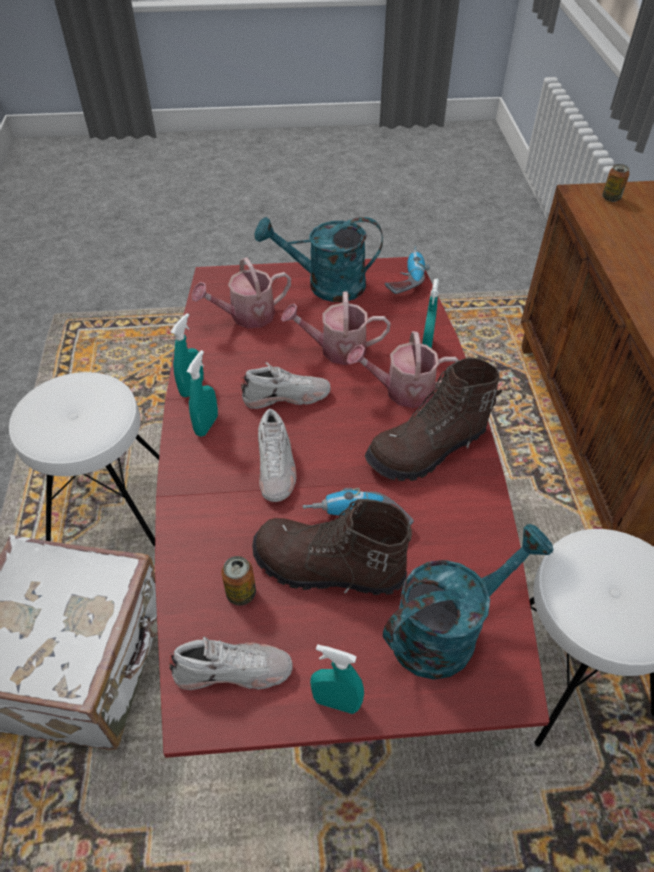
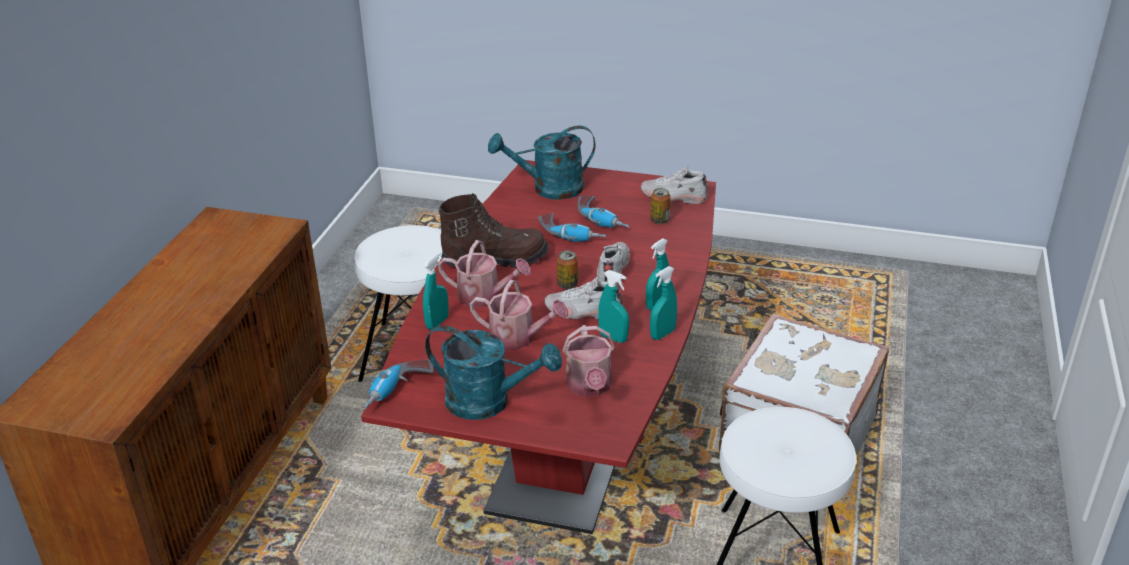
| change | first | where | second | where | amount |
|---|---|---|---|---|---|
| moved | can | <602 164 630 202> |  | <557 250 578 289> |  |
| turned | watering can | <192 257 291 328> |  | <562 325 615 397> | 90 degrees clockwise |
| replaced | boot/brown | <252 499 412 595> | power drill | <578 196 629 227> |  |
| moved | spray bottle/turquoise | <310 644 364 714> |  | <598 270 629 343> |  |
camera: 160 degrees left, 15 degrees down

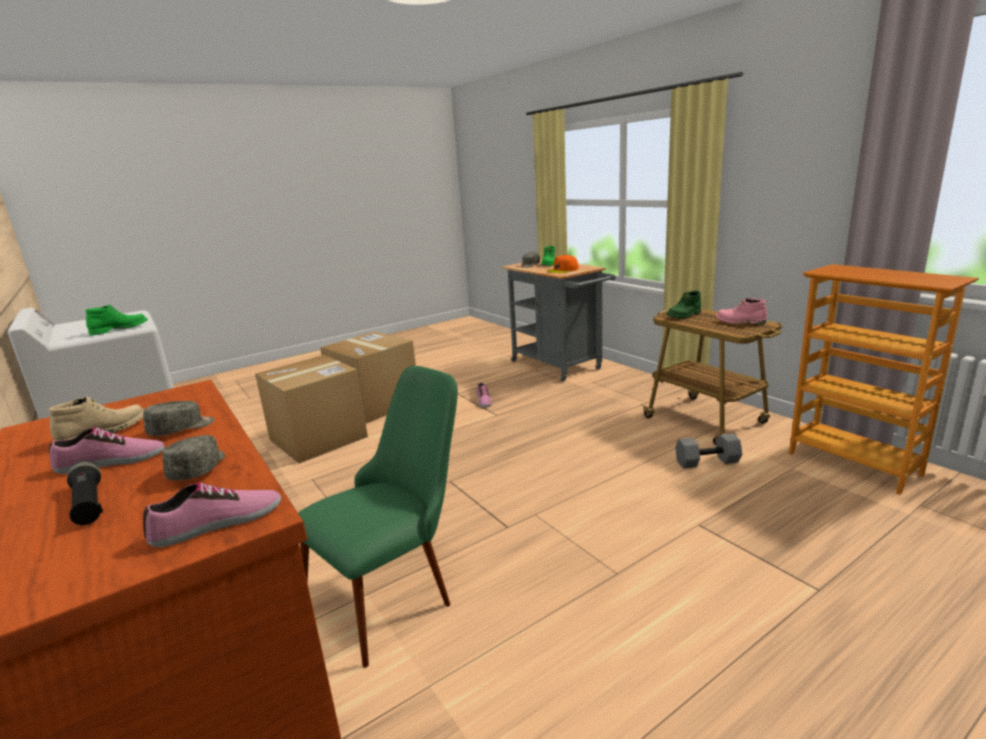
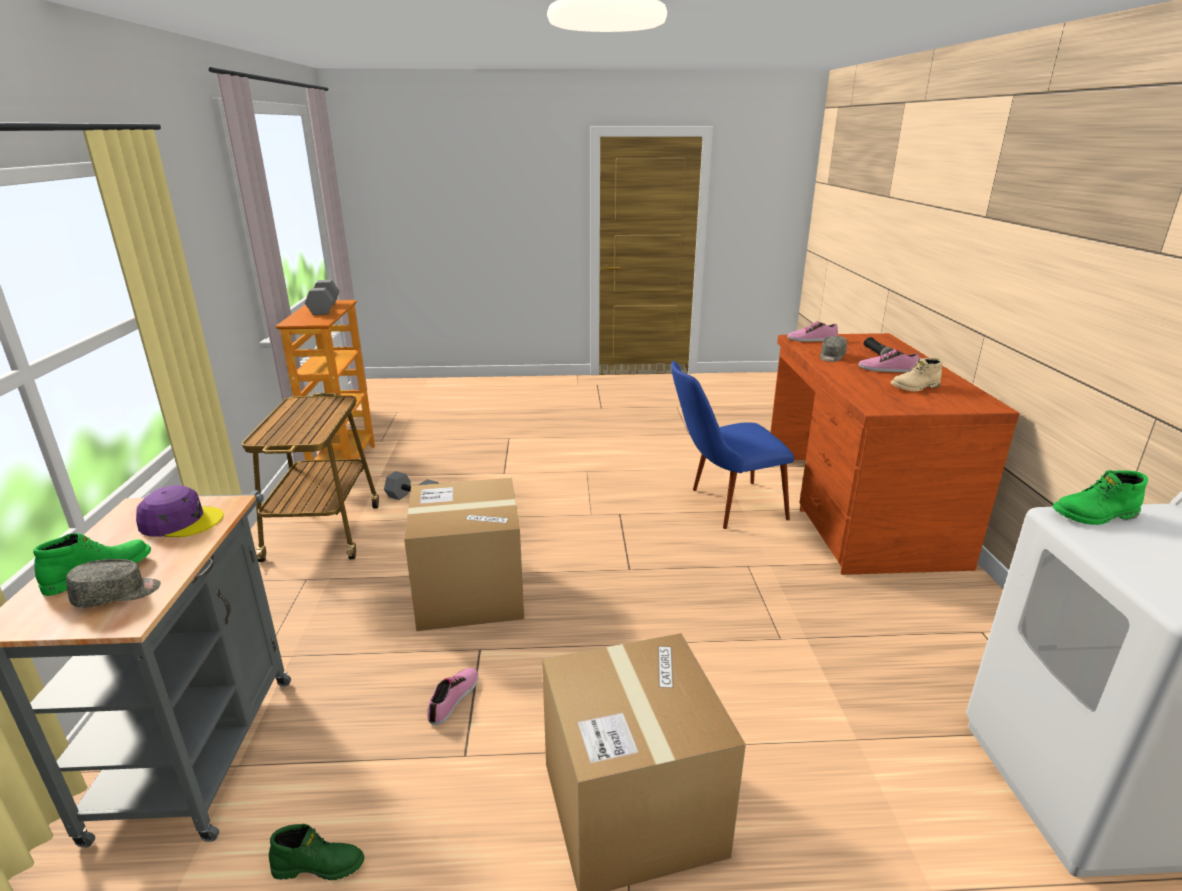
| change | first | where | second | where | amount |
|---|---|---|---|---|---|
| recoloured | cap/orange | <547 255 579 273> | cap/purple | <136 485 224 537> |  |
| moved | boot/green | <667 291 701 318> |  | <269 824 364 880> |  |
| added |  |  | dumbbell/grey | <305 280 339 315> |  |
| moved | cardboard box | <255 355 368 464> |  | <404 478 524 631> |  |
| recoloured | chair/green | <298 366 458 668> | chair/blue | <671 361 794 529> |  |
| removed | cap/grey | <143 401 215 436> |  |  |  |
| removed | boot/pink | <716 298 767 324> |  |  |  |
camera: 150 degrees left, 5 degrees up

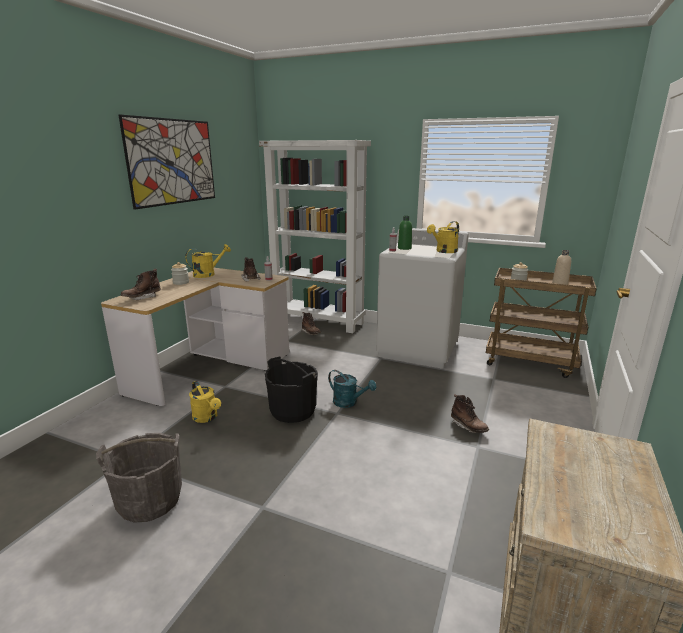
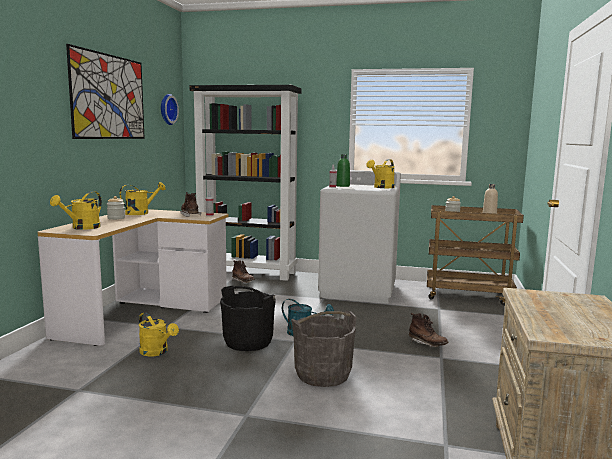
| change | first | where | second | where | amount |
|---|---|---|---|---|---|
| replaced | boot/brown | <120 269 161 300> | watering can/yellow | <50 191 102 230> |  |
| added |  |  | wall clock | <161 94 179 125> |  |
| recoloured | bookcase/white | <259 140 371 333> | bookcase/black | <189 85 302 281> |  |
| moved | bucket/grey | <96 433 182 522> |  | <291 311 357 387> |  |
camera: 10 degrees left, 10 degrees down

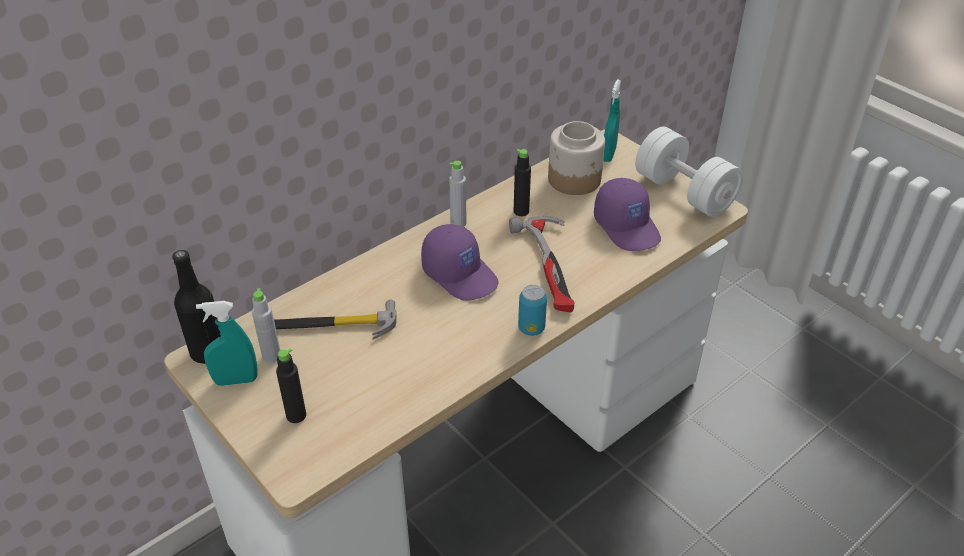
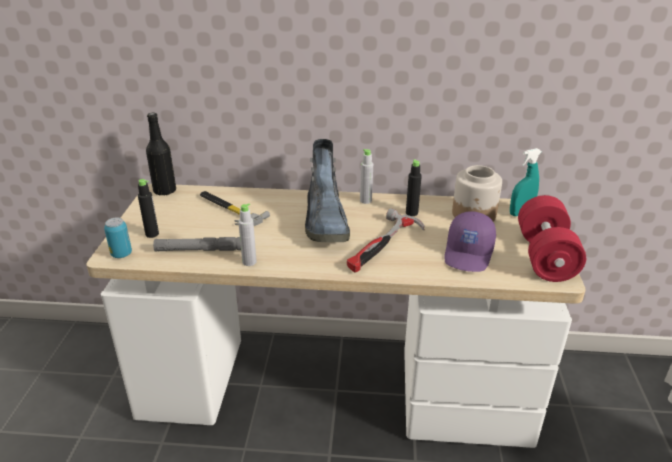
| change | first | where | second | where | amount |
|---|---|---|---|---|---|
| moved | can | <518 285 547 336> |  | <104 218 132 258> |  |
| added |  |  | flashlight/grey | <153 237 241 251> |  |
| moved | bottle/grey | <252 288 280 363> |  | <238 203 257 266> |  |
| replaced | cap/purple | <421 224 499 301> | boot | <305 139 350 242> |  |
| recoloured | dumbbell/white | <635 127 743 217> | dumbbell/red | <518 195 586 282> |  |
| removed | spray bottle/turquoise | <196 301 258 386> |  |  |  |
camera: 45 degrees right, 10 degrees down

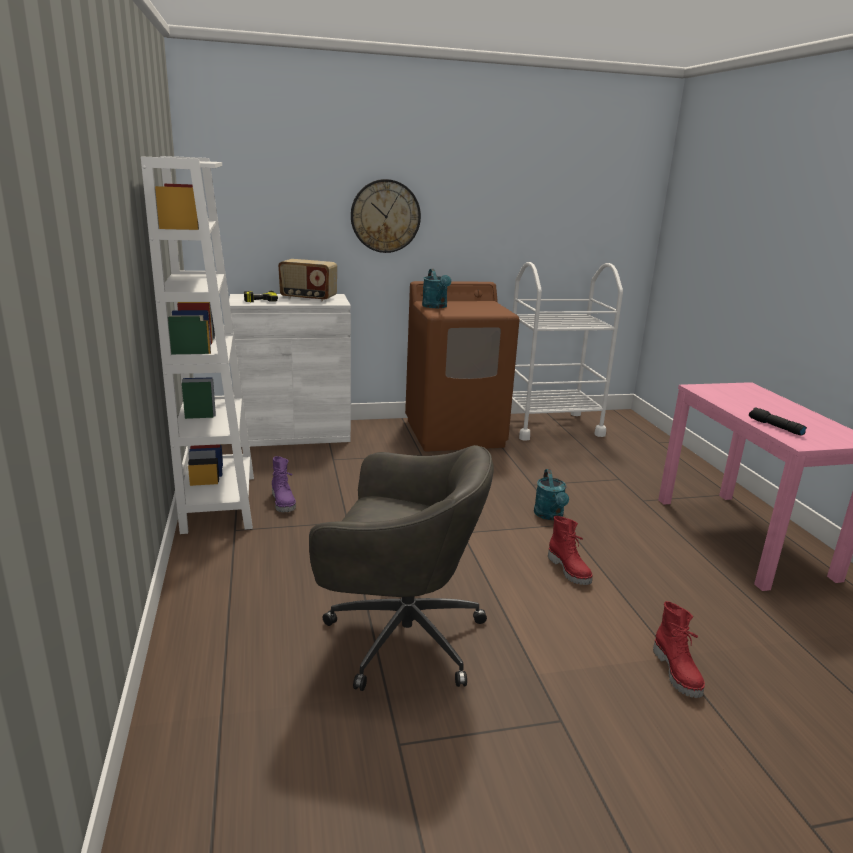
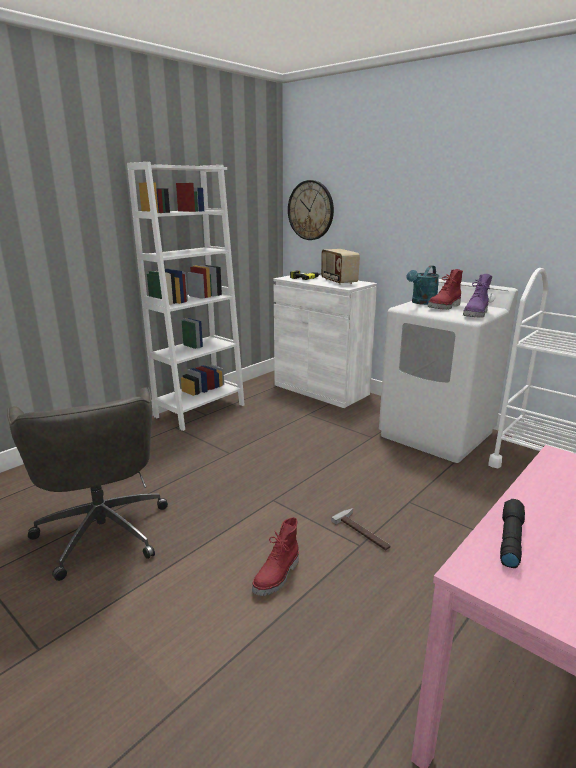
| change | first | where | second | where | amount |
|---|---|---|---|---|---|
| moved | wall clock | <351 179 421 253> |  | <288 180 334 240> |  |
| replaced | watering can/turquoise | <534 469 569 520> | hammer | <331 508 390 550> |  |
| recoloured | washing machine/brown | <405 281 520 452> | washing machine/white | <379 279 518 463> |  |
| moved | boot/red | <653 601 705 698> |  | <428 269 463 310> |  |
| moved | boot/purple | <272 456 296 512> |  | <463 274 492 318> |  |
camera: 55 degrees right, 0 degrees up

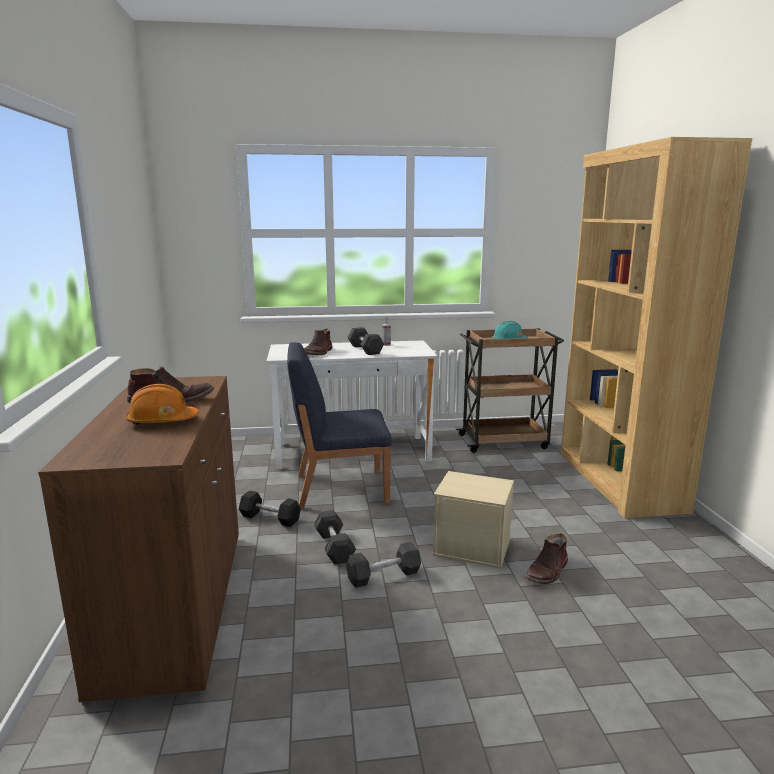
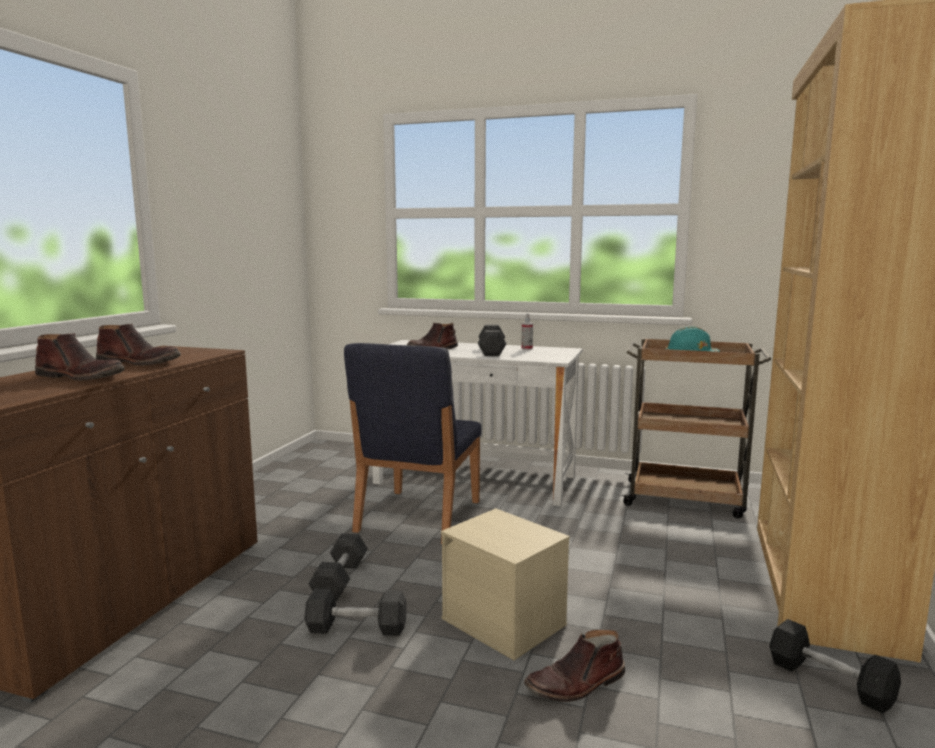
| change | first | where | second | where | amount |
|---|---|---|---|---|---|
| replaced | hard hat/orange | <125 384 199 425> | boot/brown | <35 333 124 381> |  |
| turned | chair/blue | <287 342 392 509> |  | <344 343 481 544> | 90 degrees counterclockwise |
| moved | dumbbell/black | <239 491 301 527> |  | <769 619 901 713> |  |
camera: 25 degrees right, 5 degrees down

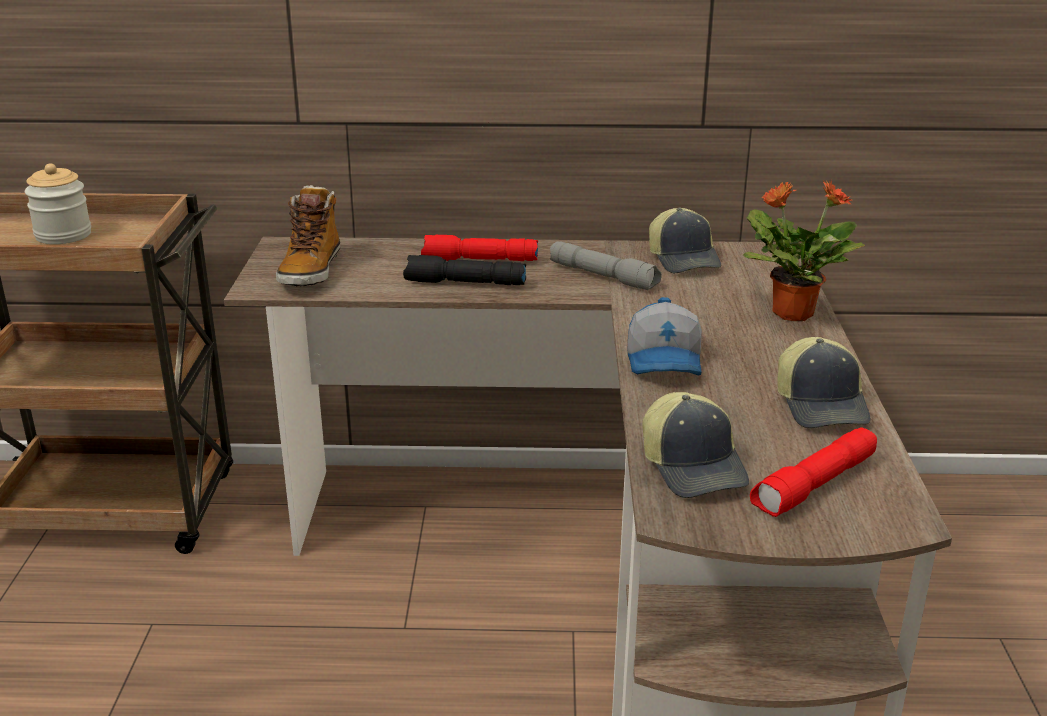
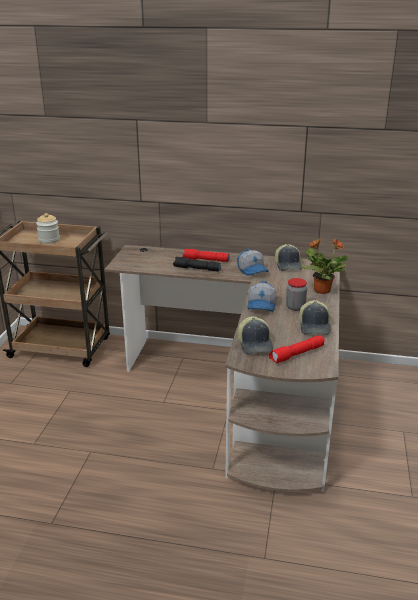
| change | first | where | second | where | amount |
|---|---|---|---|---|---|
| replaced | flashlight/grey | <550 241 662 290> | cap | <237 249 269 276> |  |
| added |  |  | jar | <286 278 307 311> |  |
| removed | boot | <276 185 340 287> |  |  |  |
camera: 10 degrees right, 0 degrees up

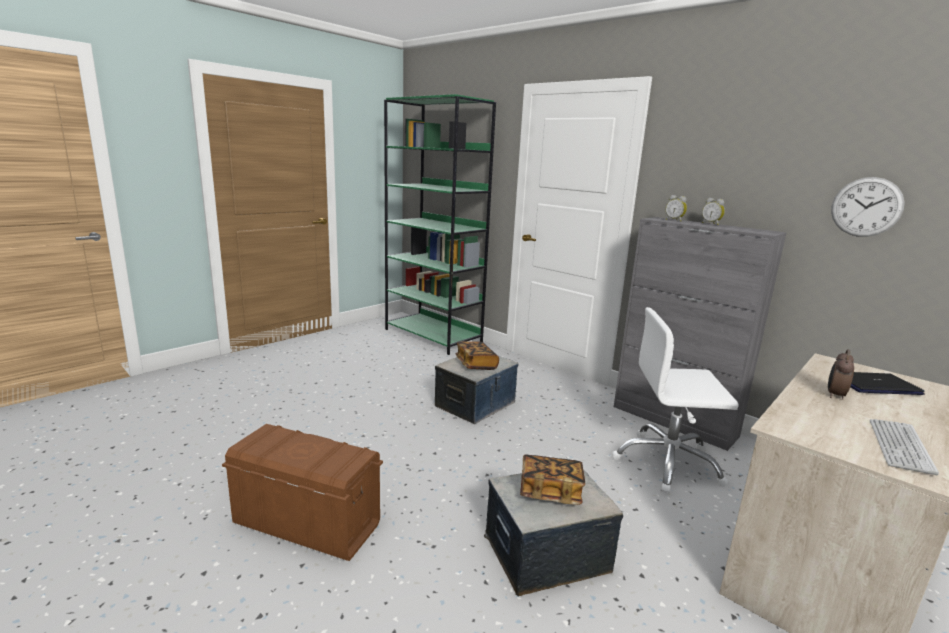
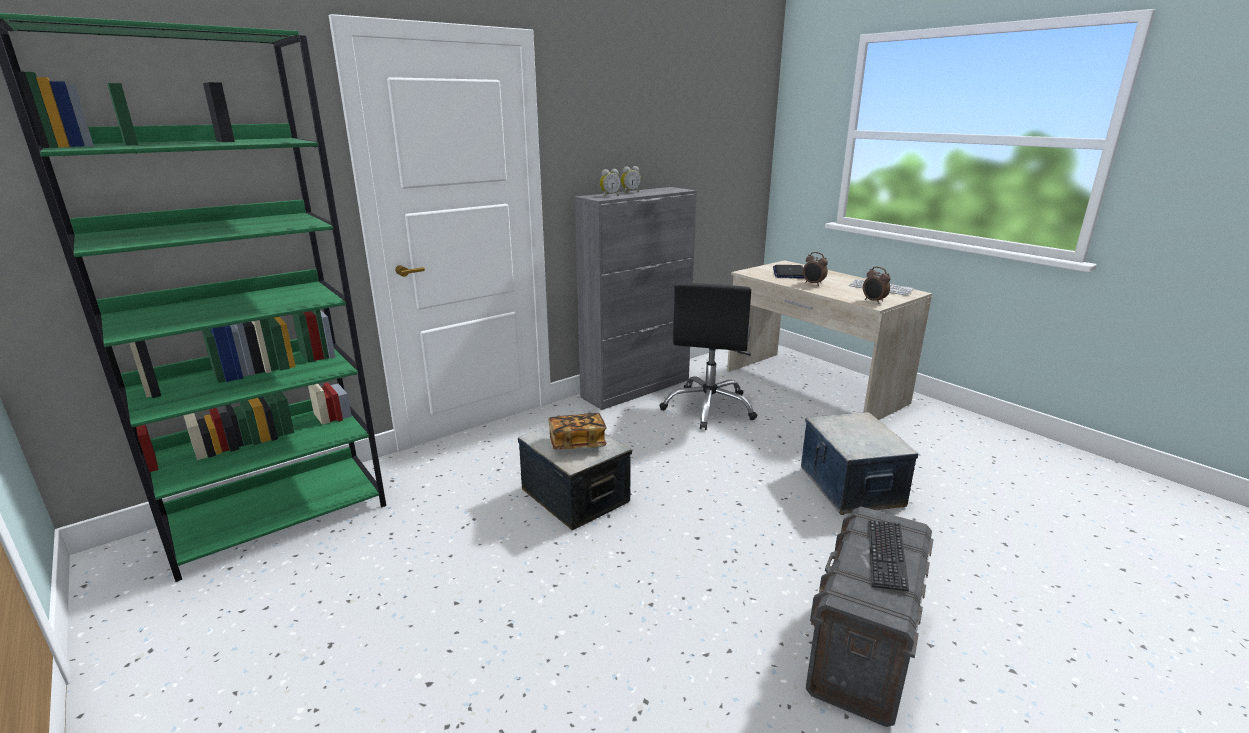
| change | first | where | second | where | amount |
|---|---|---|---|---|---|
| recoloured | office chair/white | <612 307 739 494> | office chair/black | <659 283 757 430> |  |
| recoloured | storage box/brown | <222 424 383 561> | storage box/grey | <806 506 934 727> |  |
| added |  |  | alarm clock | <863 267 891 304> |  |
| added |  |  | keyboard | <868 520 909 591> |  |
| removed | book | <520 455 585 505> |  |  |  |
| removed | wall clock | <831 177 905 237> |  |  |  |
camera: 80 degrees left, 5 degrees up

